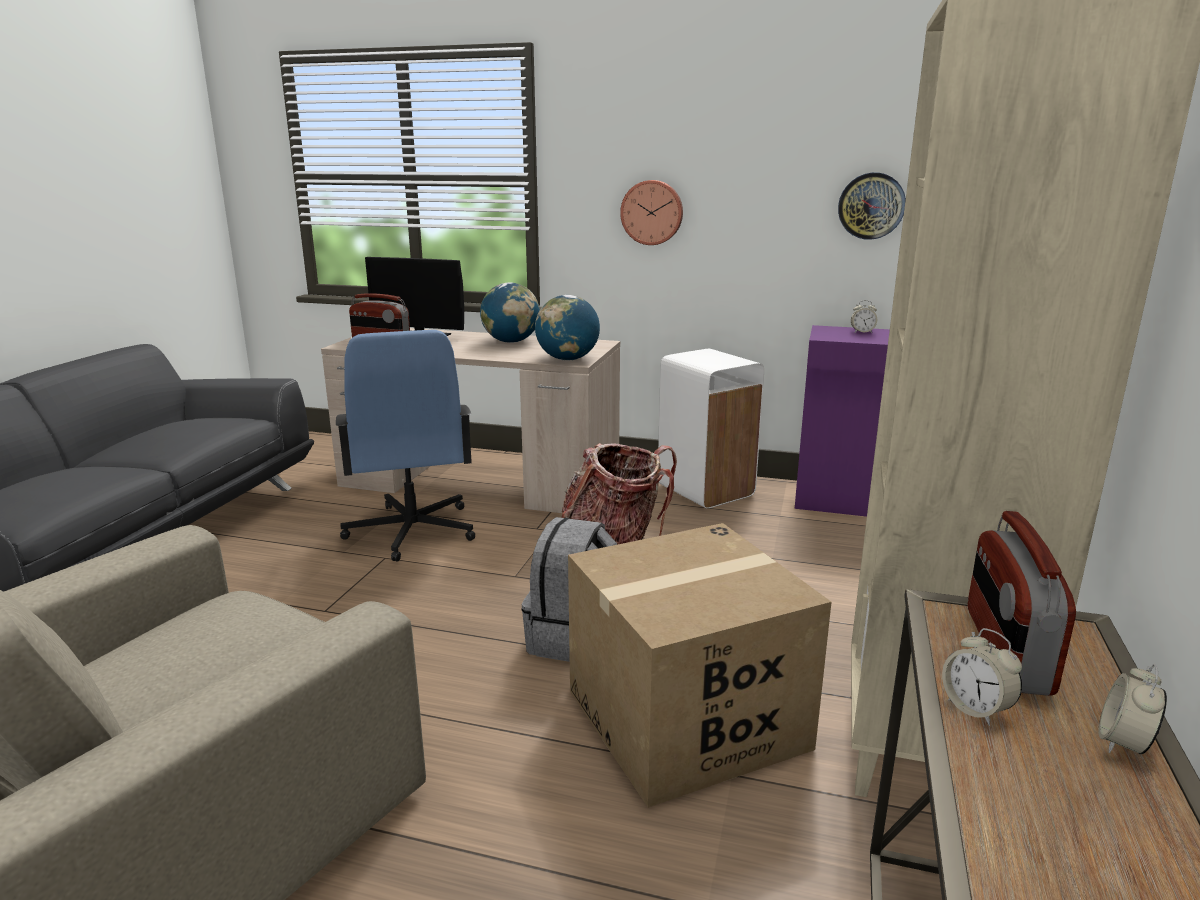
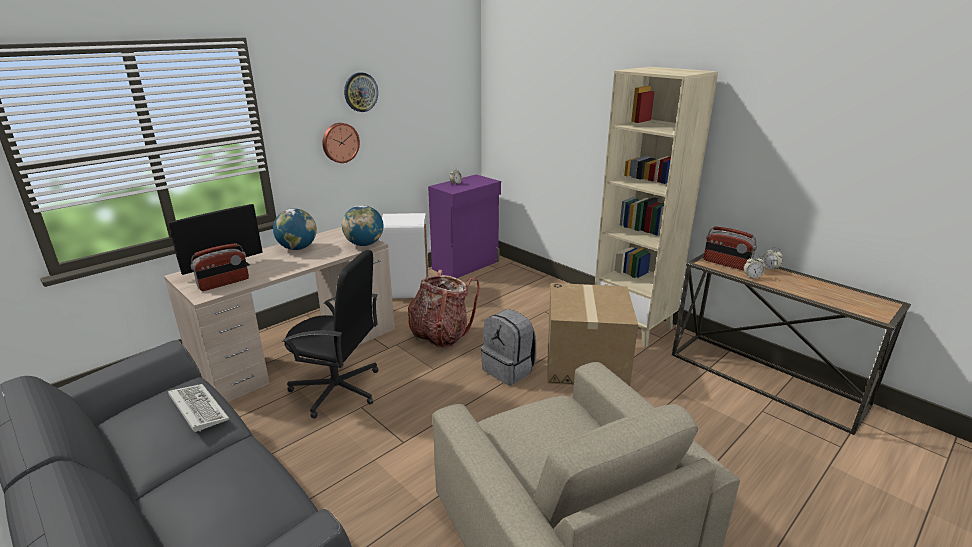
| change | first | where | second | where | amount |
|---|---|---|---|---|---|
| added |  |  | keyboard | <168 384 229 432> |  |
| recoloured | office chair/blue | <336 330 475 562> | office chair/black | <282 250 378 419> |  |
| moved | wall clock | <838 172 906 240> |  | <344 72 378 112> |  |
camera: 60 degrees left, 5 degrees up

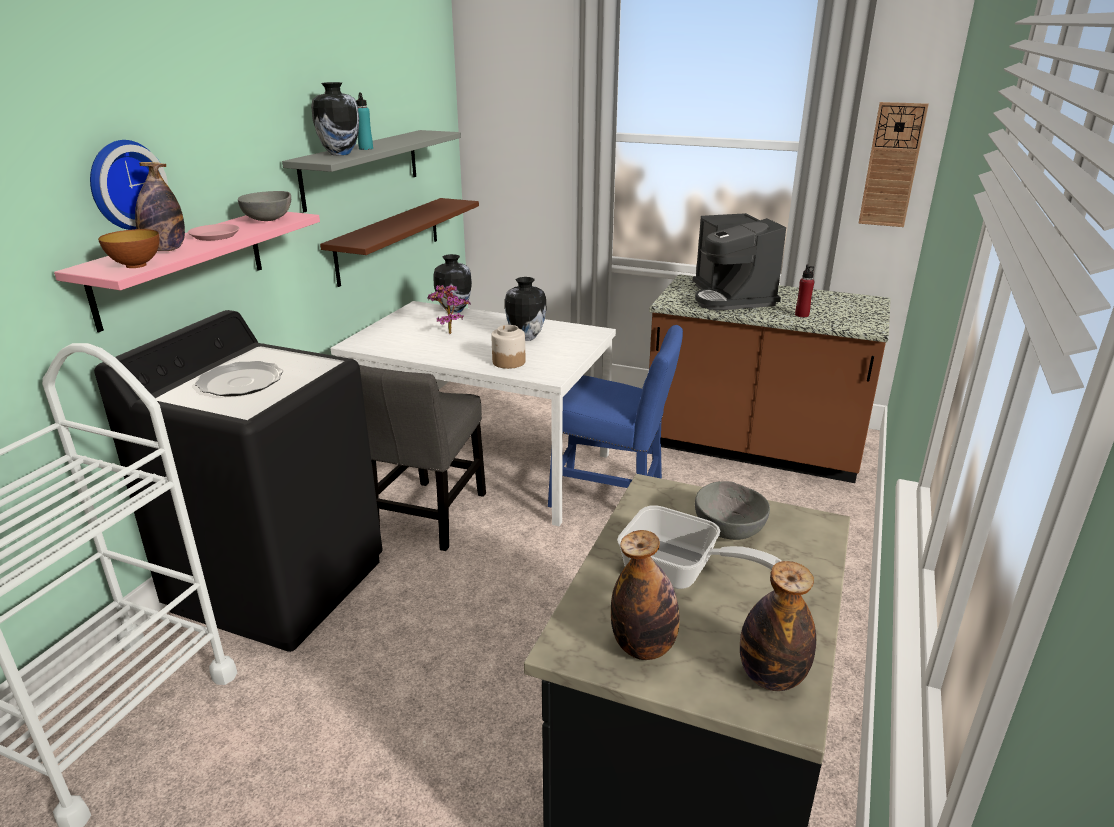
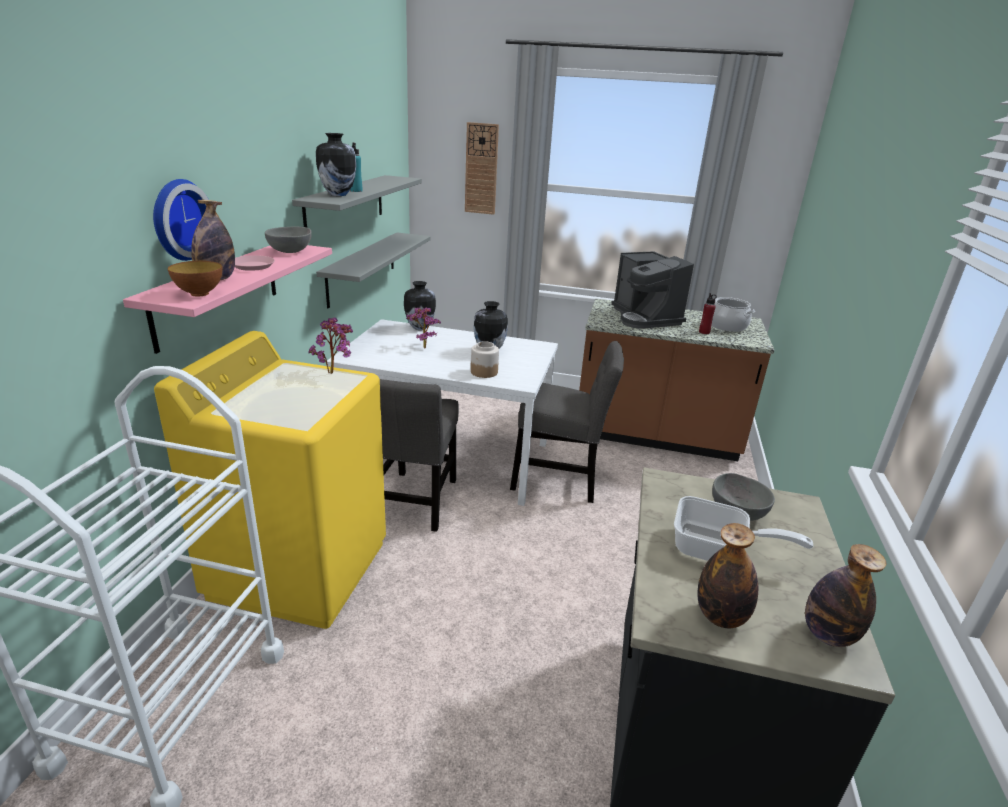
| change | first | where | second | where | amount |
|---|---|---|---|---|---|
| recoloured | washing machine/black | <94 310 383 652> | washing machine/yellow | <154 331 386 629> |  |
| added |  |  | potted plant | <308 317 353 374> |  |
| recoloured | shelf/brown | <320 198 479 287> | shelf/grey | <316 233 431 308> |  |
| moved | wall clock | <859 102 929 227> |  | <465 122 499 215> |  |
| recoloured | chair/blue | <548 325 683 508> | chair/grey | <510 341 624 503> |  |
| added |  |  | cooking pot | <711 297 755 332> |  |
| removed | plate | <195 361 283 396> |  |  |  |
camera: 10 degrees left, 0 degrees up

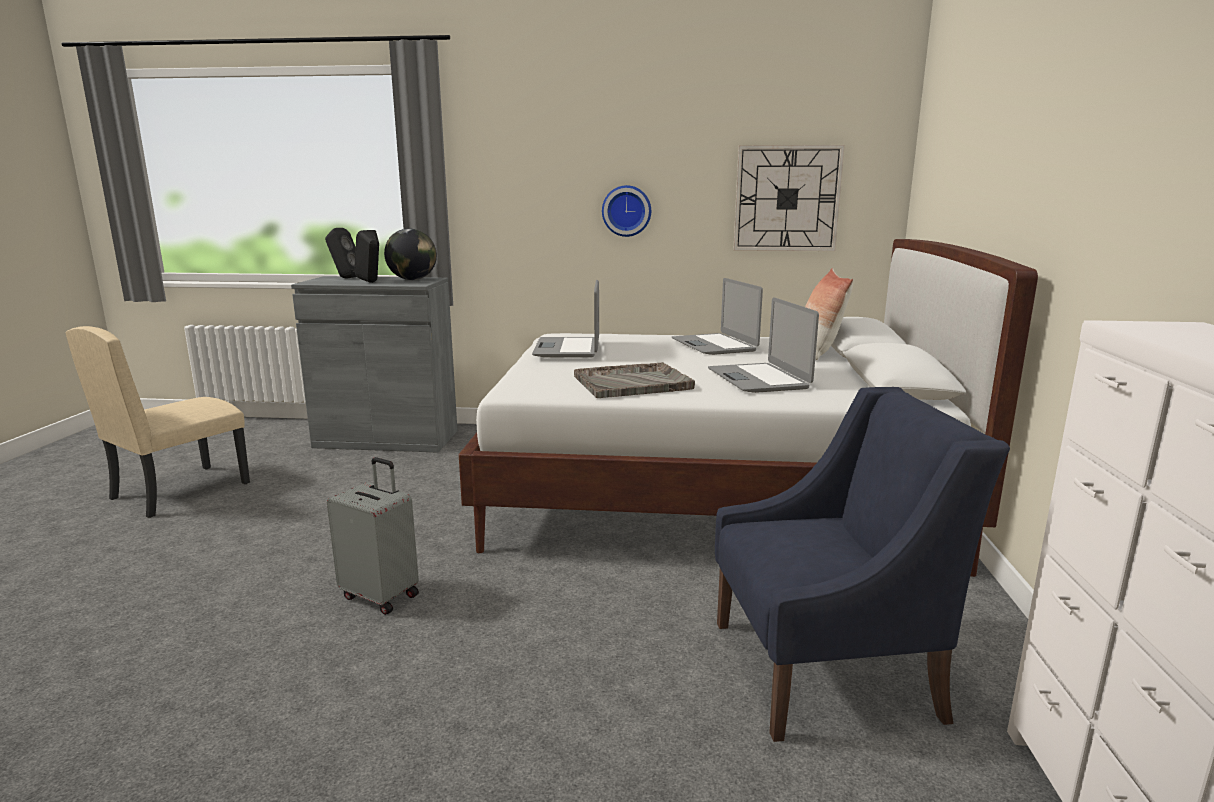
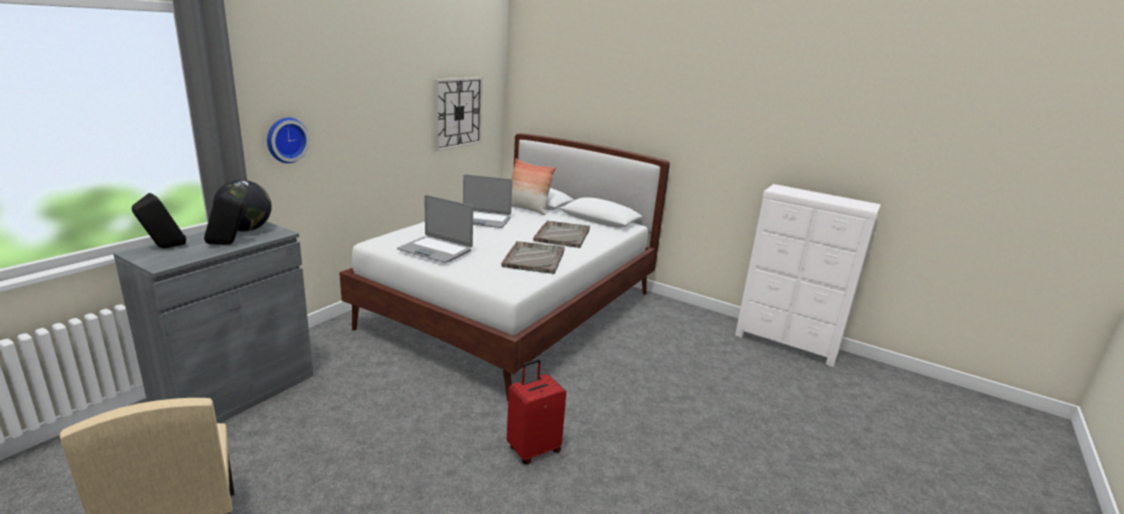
| change | first | where | second | where | amount |
|---|---|---|---|---|---|
| moved | wall clock | <602 185 651 237> |  | <267 118 310 163> |  |
| recoloured | suitcase/grey | <327 457 419 615> | suitcase/red | <507 359 566 464> |  |
| replaced | laptop | <708 298 819 393> | tray/grey | <533 221 590 248> |  |
| removed | armchair/blue | <715 387 1010 742> |  |  |  |
camera: 65 degrees left, 5 degrees up

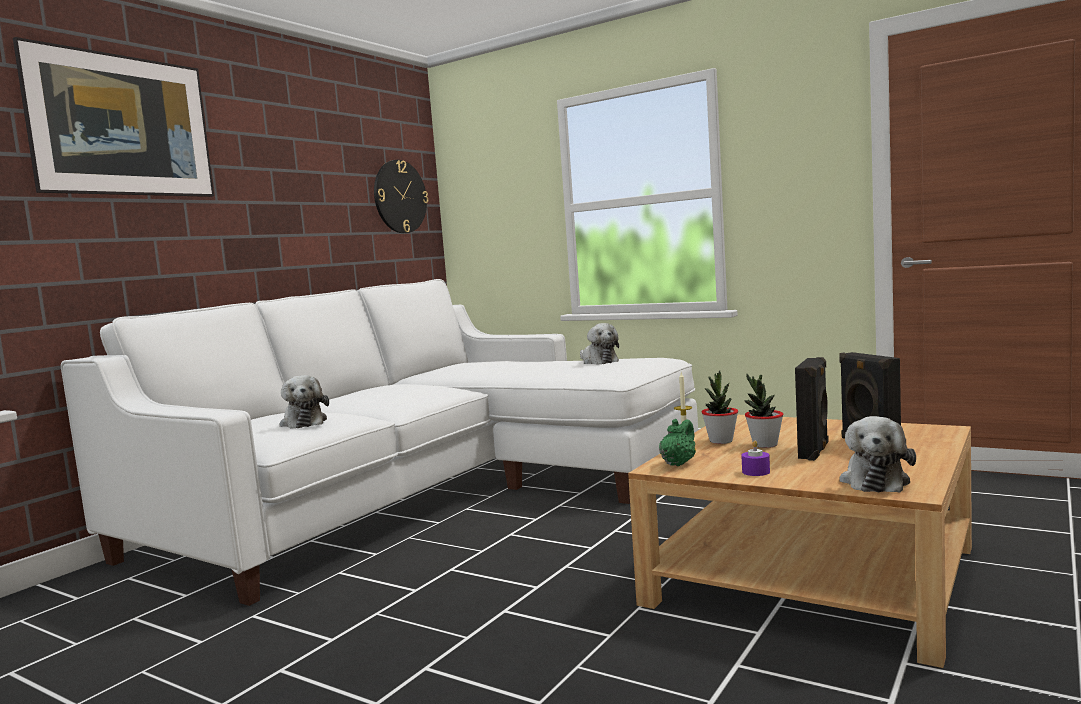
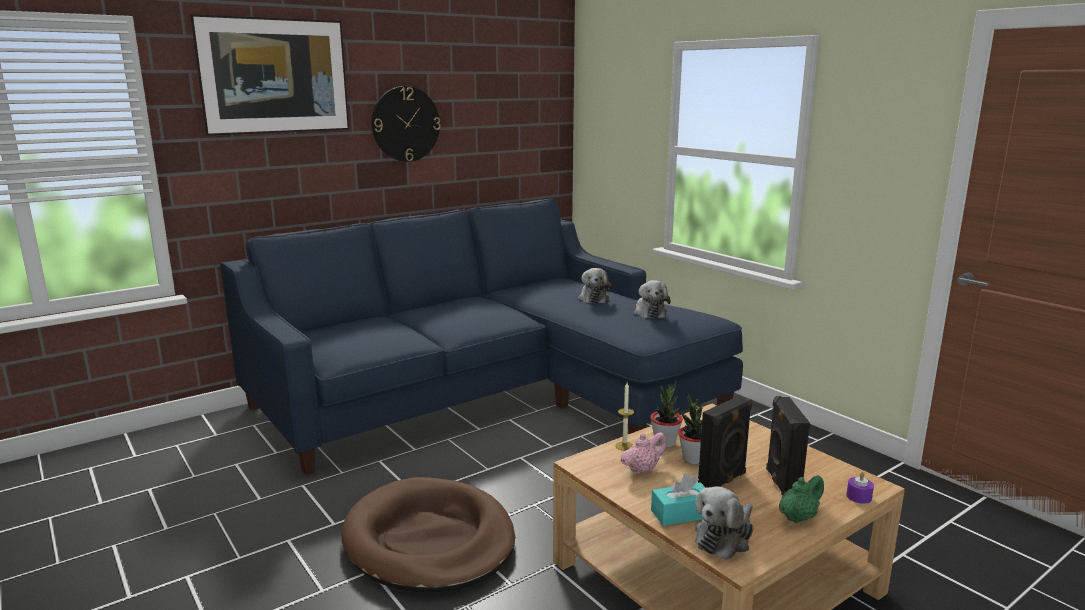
| change | first | where | second | where | amount |
|---|---|---|---|---|---|
| recoloured | sofa/white | <61 279 698 606> | sofa/blue | <220 199 743 475> |  |
| added |  |  | dog bed/brown | <342 477 515 592> |  |
| moved | wall clock | <374 160 428 233> |  | <372 86 441 162> |  |
| moved | plush toy | <279 375 329 428> |  | <578 268 612 304> |  |
| added |  |  | teapot/pink | <621 432 667 474> |  |
| added |  |  | tissue box/turquoise | <651 474 706 526> |  |
| moved | teapot/green | <659 419 696 466> |  | <779 475 824 523> |  |
| moved | candle/purple | <741 441 770 476> |  | <846 472 874 504> |  |
camera: 20 degrees right, 10 degrees up

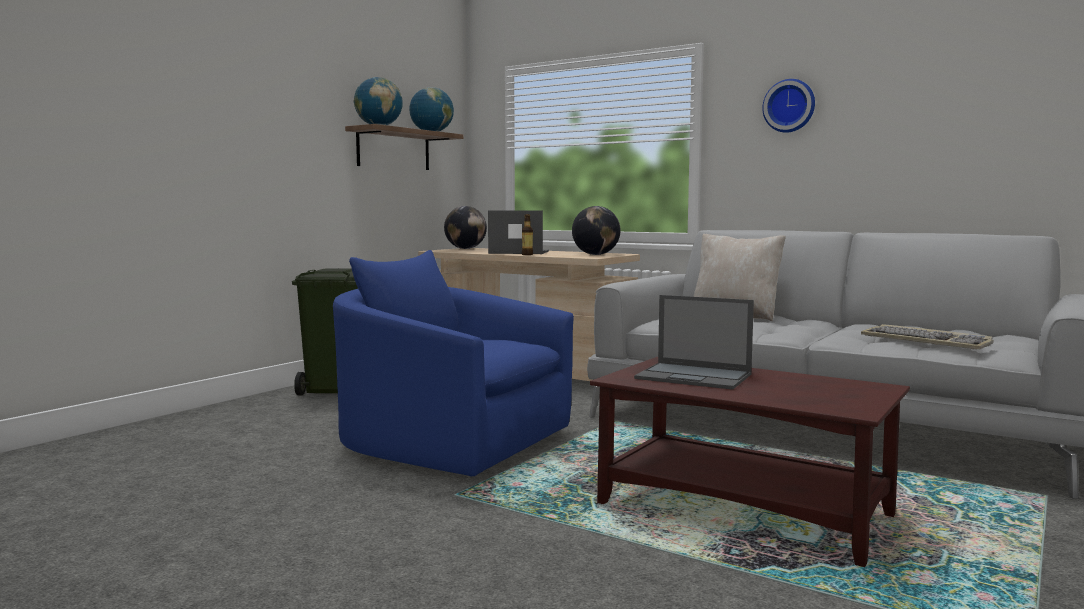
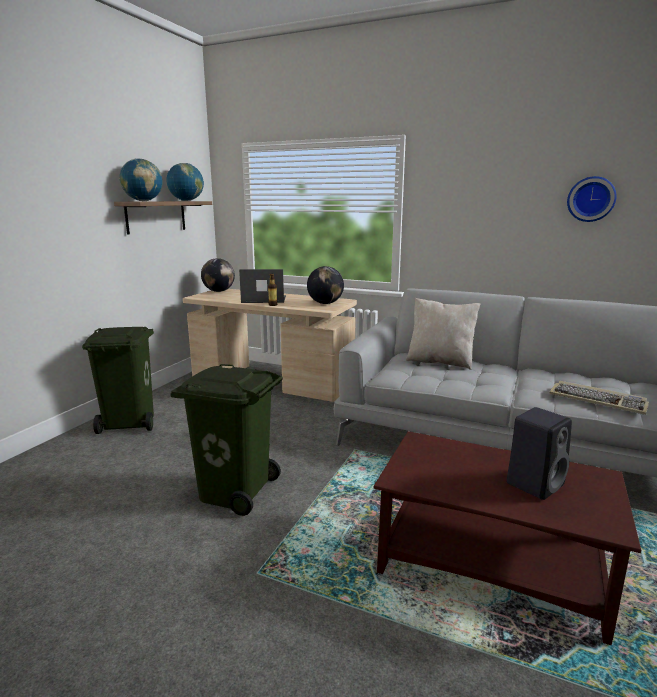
| change | first | where | second | where | amount |
|---|---|---|---|---|---|
| replaced | armchair/blue | <333 250 574 476> | trash can/green | <170 364 283 516> |  |
| added |  |  | speaker/black | <507 407 572 500> |  |
| moved | wall clock | <762 79 815 133> |  | <567 176 617 222> |  |
| removed | laptop | <634 295 754 390> |  |  |  |
camera: 10 degrees left, 10 degrees up

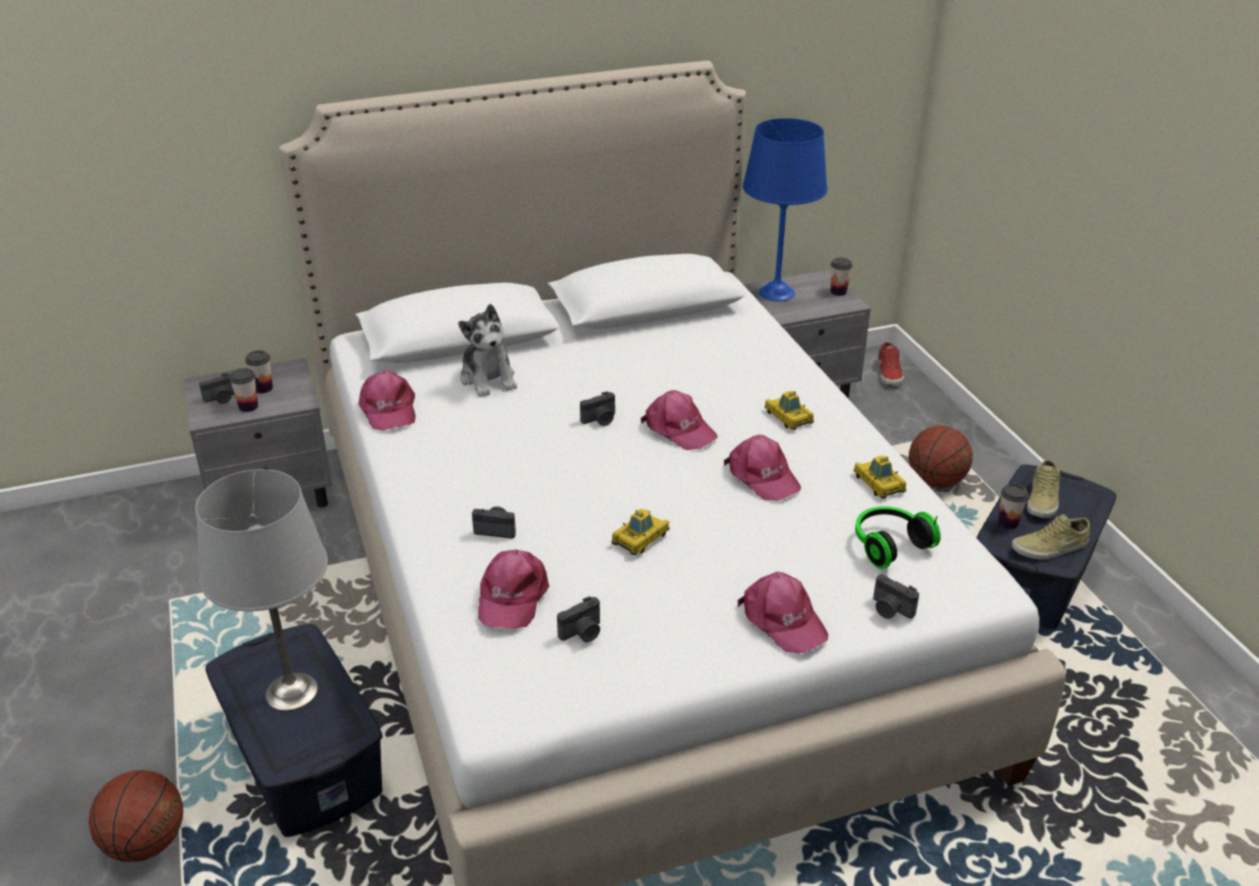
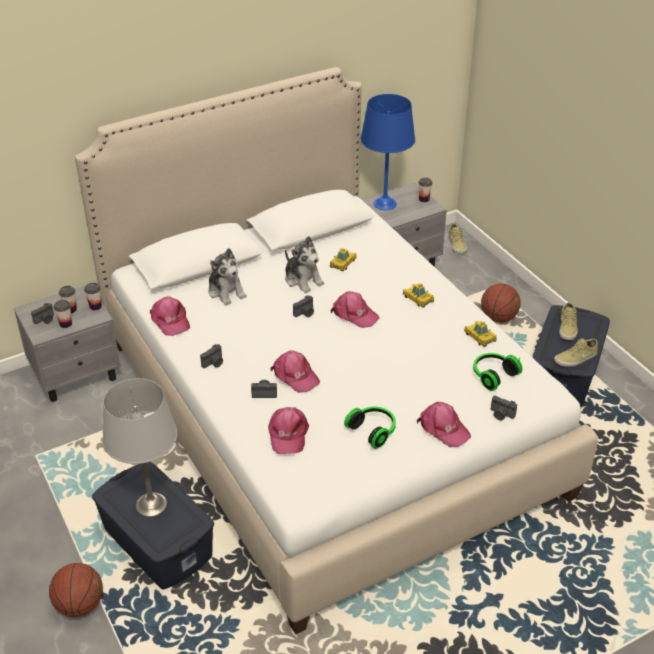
| change | first | where | second | where | amount |
|---|---|---|---|---|---|
| moved | cup | <998 484 1029 529> |  | <84 283 102 310> |  |
| moved | photo camera | <557 596 600 642> |  | <200 344 223 368> |  |
| moved | cap/pink | <724 434 801 500> |  | <270 350 320 393> |  |
| added |  |  | plush toy | <285 236 324 293> |  |
| moved | toy car | <612 509 669 555> |  | <330 248 356 271> |  |
| added |  |  | headphones | <344 407 396 449> |  |
| recoloured | shoe/red | <878 342 904 385> | shoe/beige | <448 224 467 254> |  |
camera: 10 degrees left, 5 degrees up

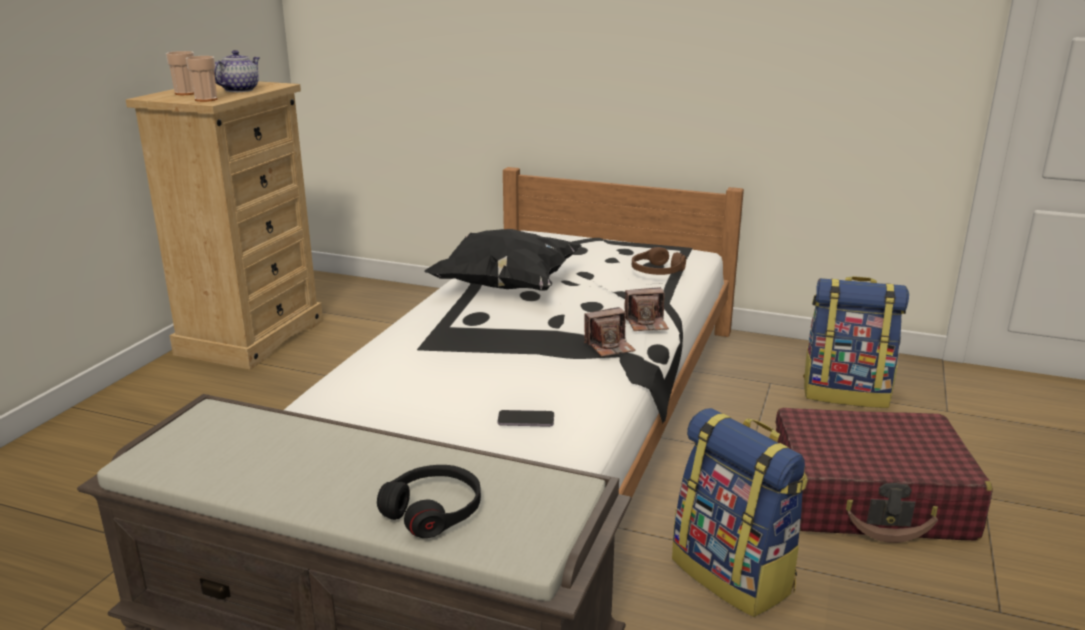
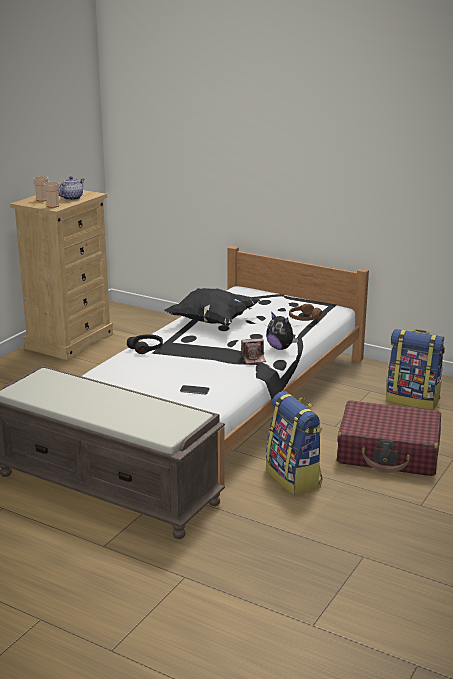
| change | first | where | second | where | amount |
|---|---|---|---|---|---|
| moved | headphones/black | <377 465 481 538> |  | <127 334 163 354> |  |
| replaced | photo camera | <624 287 669 331> | plush toy | <266 312 298 350> |  |
camera: 10 degrees right, 0 degrees up

